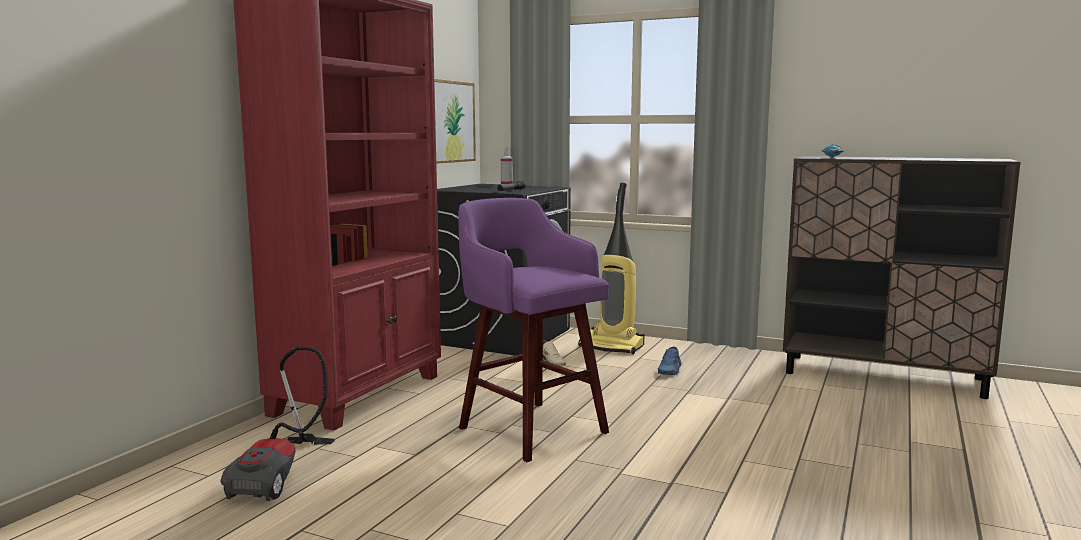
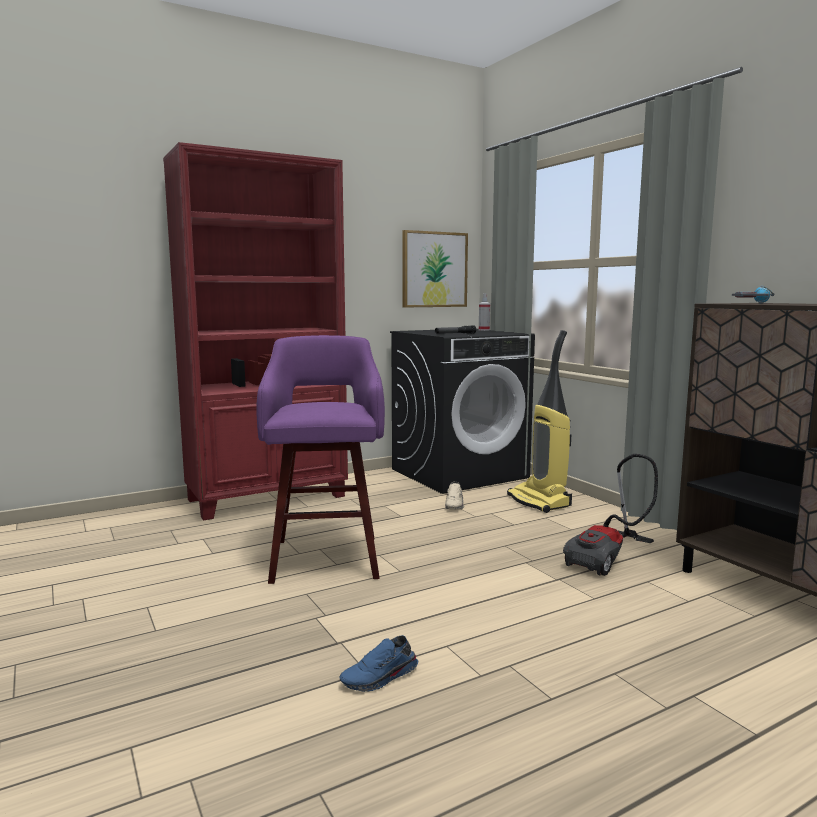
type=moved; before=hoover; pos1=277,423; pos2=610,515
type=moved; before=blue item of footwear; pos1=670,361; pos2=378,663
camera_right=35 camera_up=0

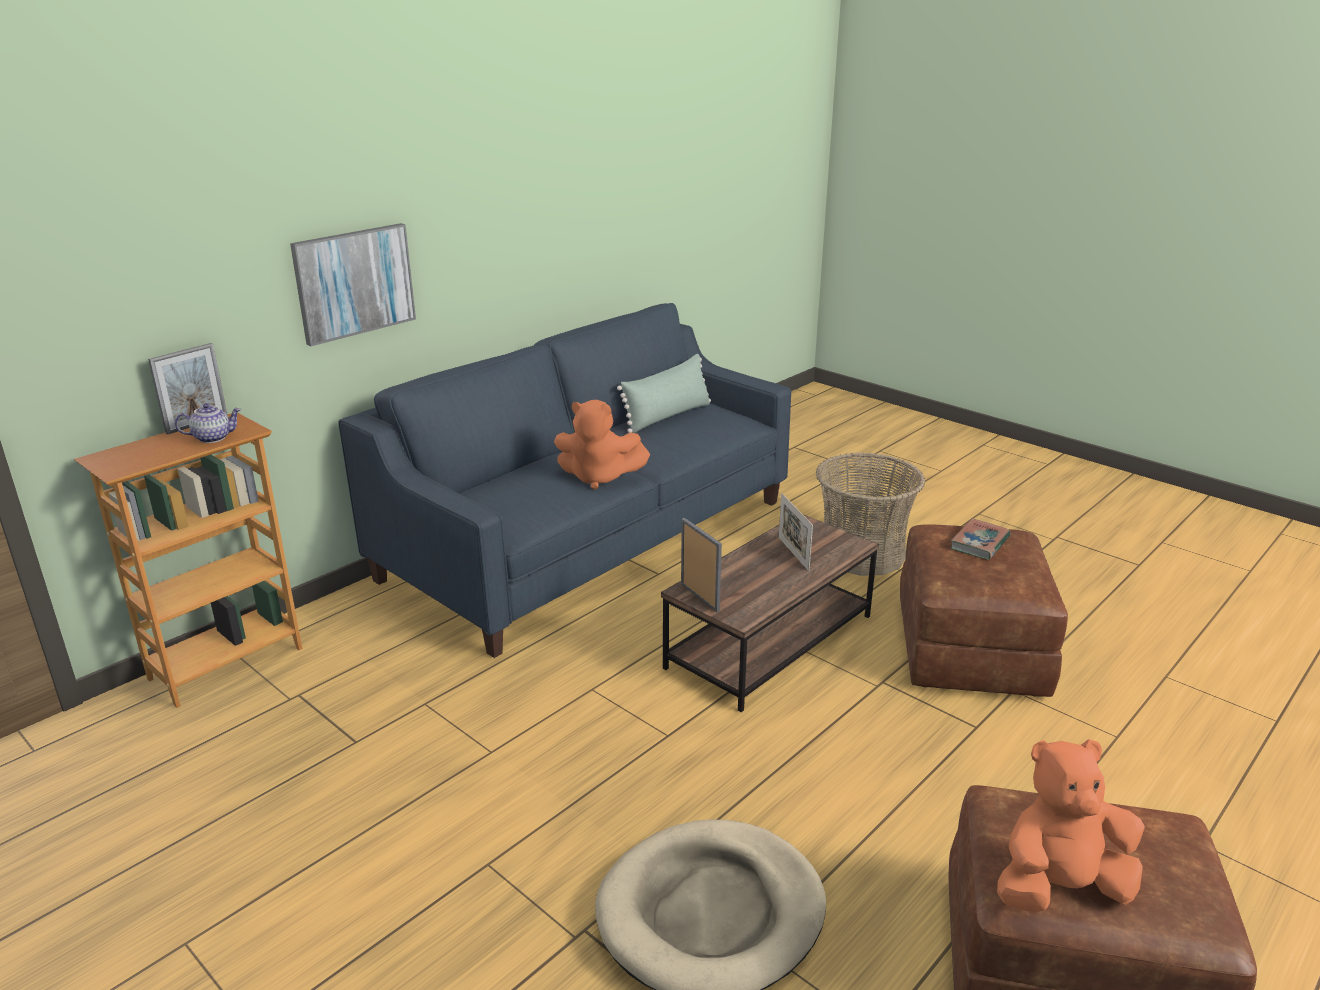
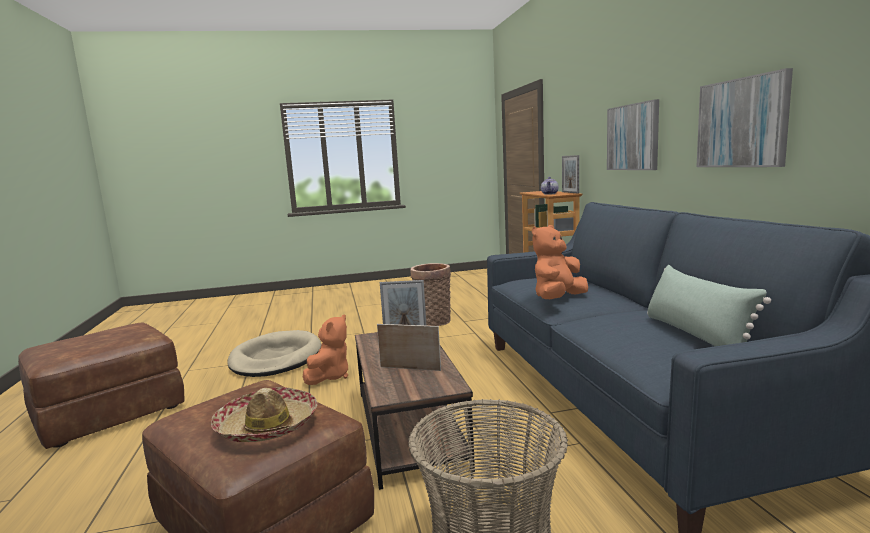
type=replaced; before=book; after=clothing hat; pos1=980,539; pos2=264,414
type=moved; before=orange-coloured cuddly toy; pos1=1071,826; pos2=325,350
type=added; after=storage basket; pos2=430,294
type=added; after=wall picture; pos2=744,117
camera_right=125 camera_up=-15

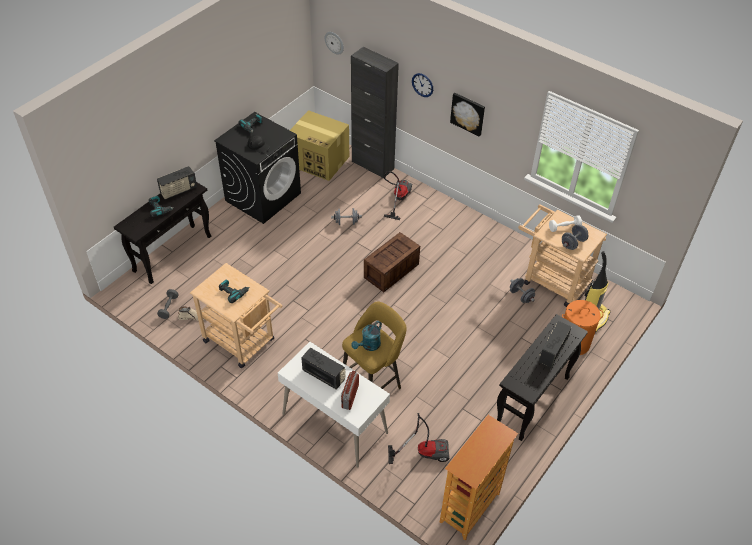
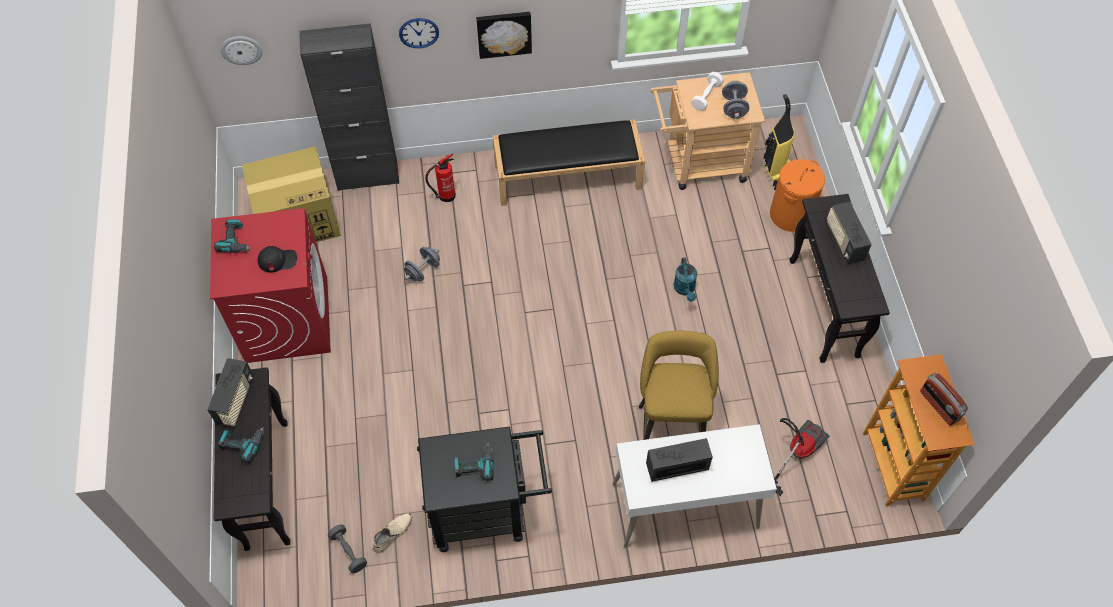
type=recoloured; before=beige wheeled cart; after=blackish wheeled cart; pos1=236,315; pos2=484,489
type=recoloured; before=blackish laundry machine; after=red-coloured laundry machine; pos1=257,168; pos2=270,285
type=moved; before=radio set; pos1=350,390; pos2=944,399
type=moved; before=turquoise-coloured watering can; pos1=366,336; pos2=685,279
type=removed; before=packing crate; pos1=392,262
type=replaced; before=hoover; after=fire extinguisher; pos1=398,195; pos2=440,178
type=removed; before=grey hand weight; pos1=522,290
type=added; after=blackish indoor bench; pos2=569,162
camera_right=-45 camera_up=10

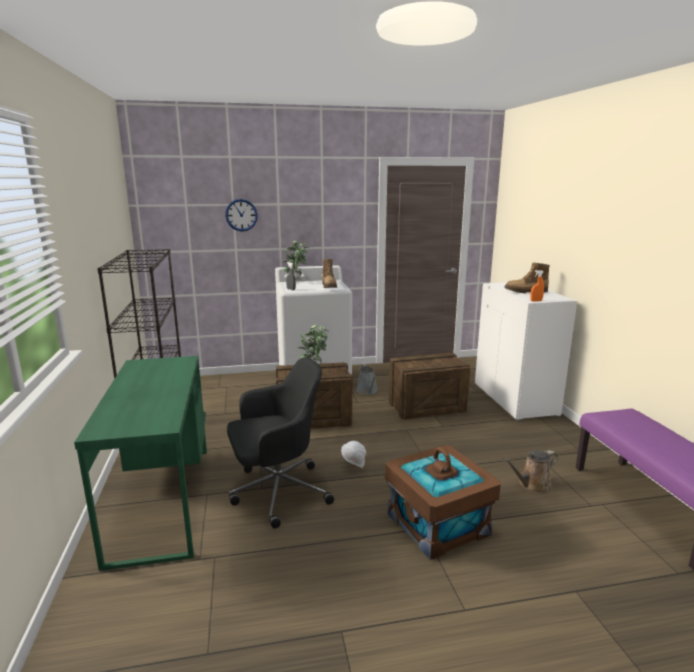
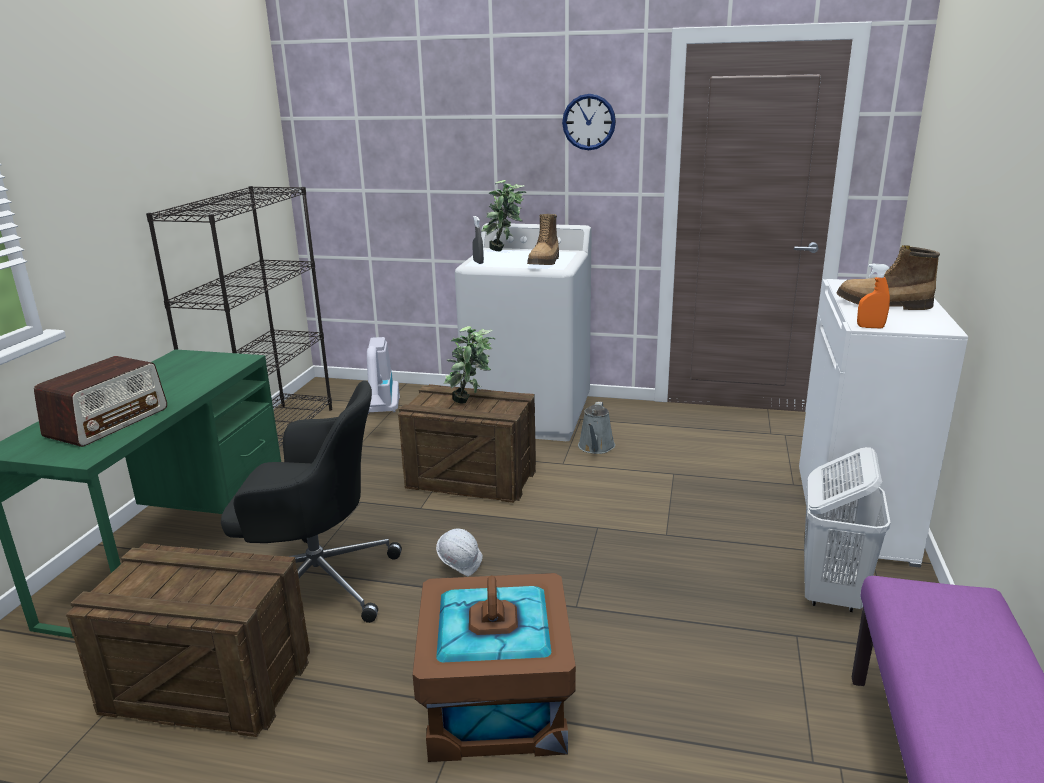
type=moved; before=hanging clock; pos1=241,215; pos2=589,122
type=moved; before=packing crate; pos1=429,386; pos2=188,640
type=removed; before=brown watering can; pos1=530,471
type=added; after=radio set; pos2=100,401
type=added; after=hoover; pos2=383,375
type=added; after=white-coloured laundry basket; pos2=847,529
camera_right=25 camera_up=5

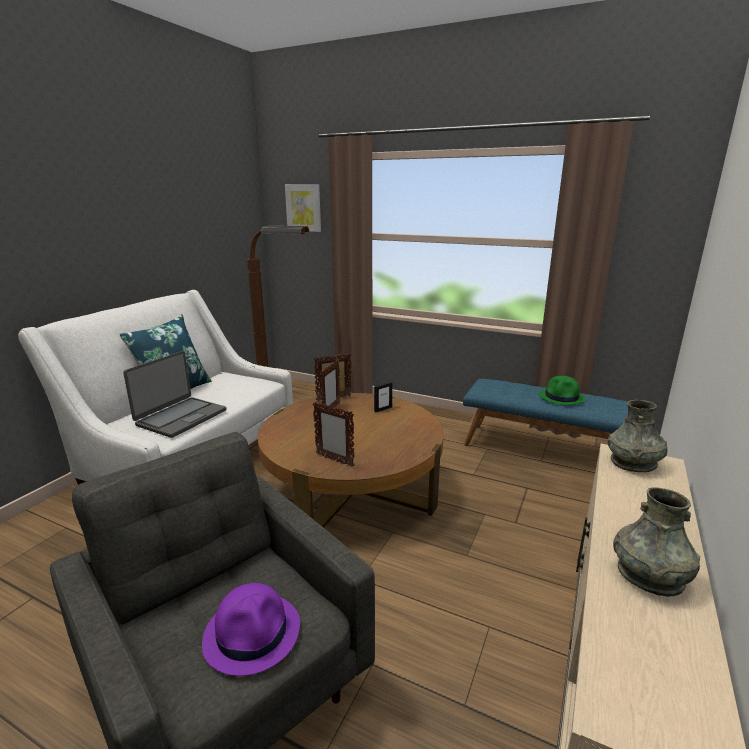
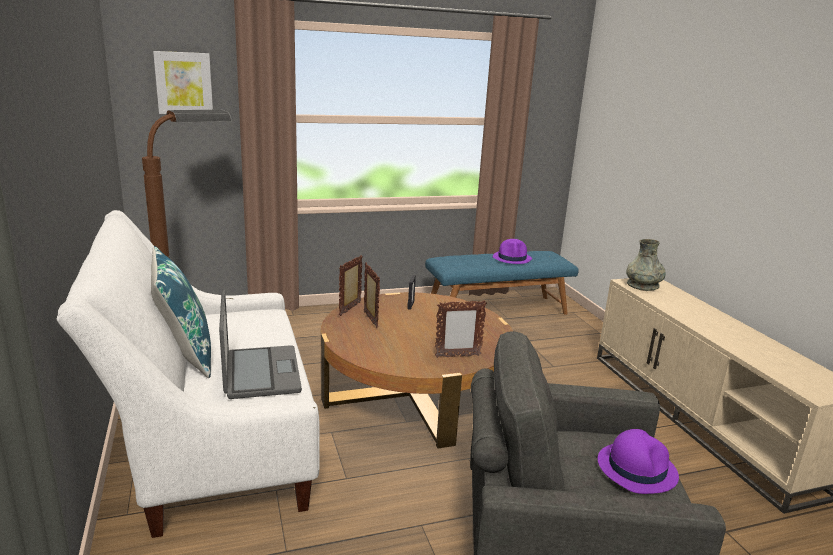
type=recoloured; before=green clothing hat; after=purplish clothing hat; pos1=562,390; pos2=512,251
type=removed; before=grey decorative vase; pos1=656,541
camera_right=-45 camera_up=0

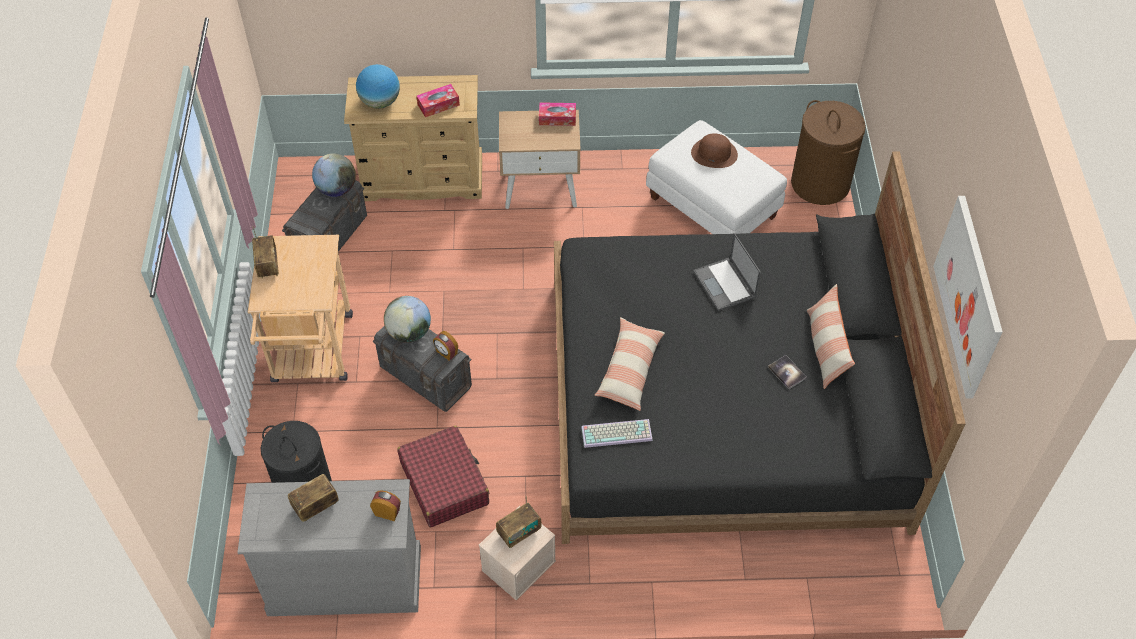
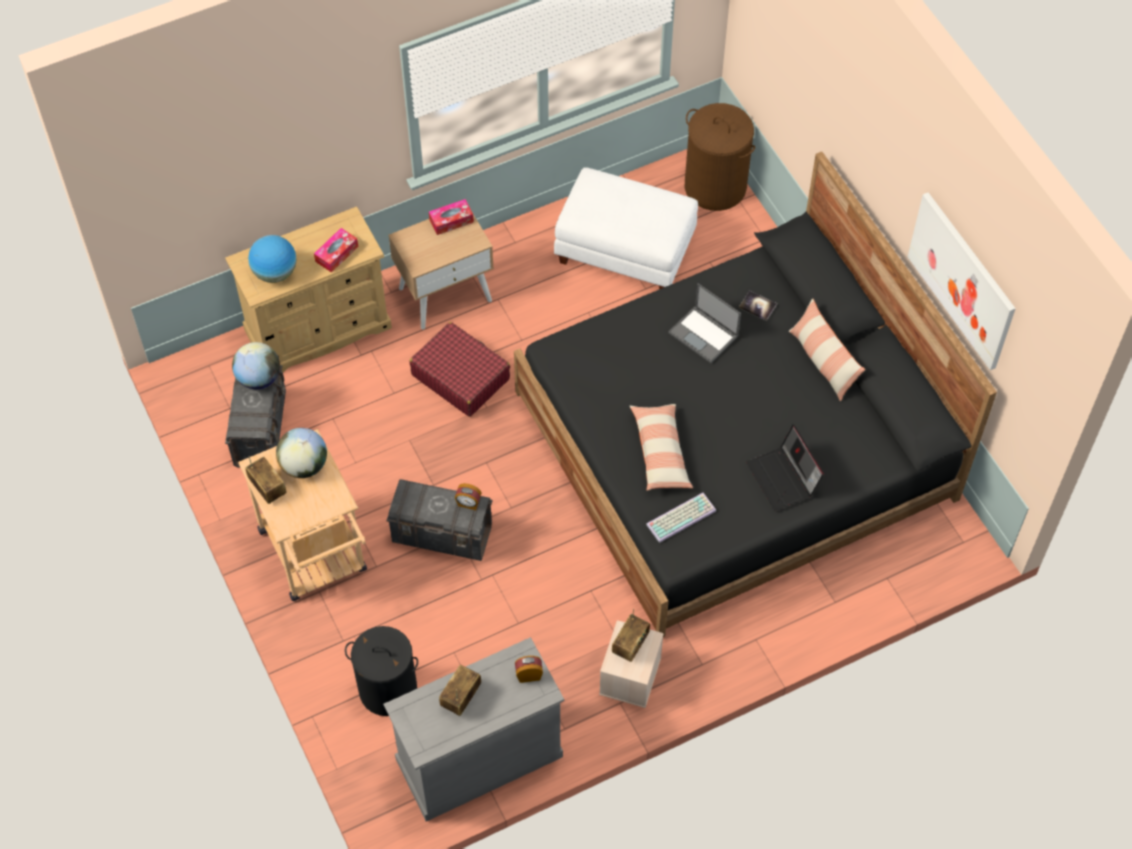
type=moved; before=globe; pos1=407,319; pos2=301,453
type=moved; before=red-coloured piece of luggage; pos1=443,476; pos2=460,369
type=removed; before=brown clothing hat; pos1=714,150
type=moved; before=book; pos1=787,372; pos2=758,306
type=added; after=notebook computer; pos2=785,468
camera_right=-25 camera_up=5

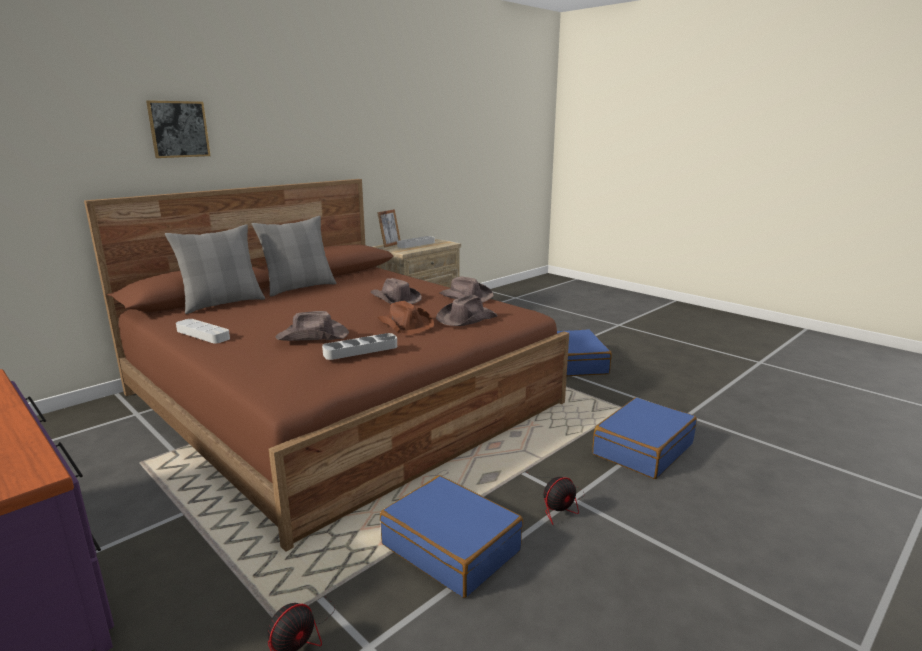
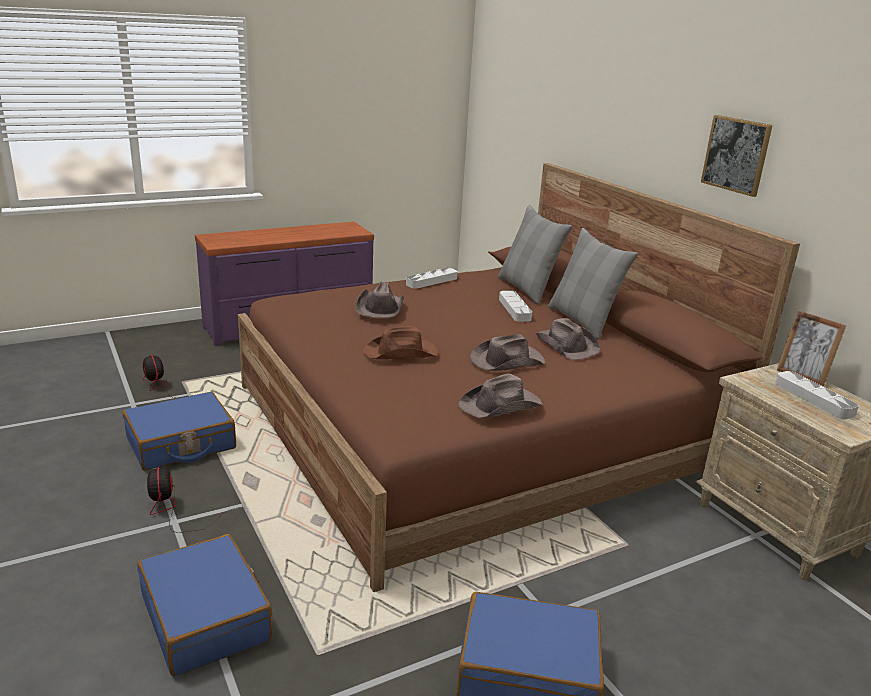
type=moved; before=wall picture; pos1=178,129; pos2=737,156
type=moved; before=grey tray; pos1=359,346; pos2=515,306
type=moved; before=brown clothing hat; pos1=467,310; pos2=568,339
camera_right=105 camera_up=5

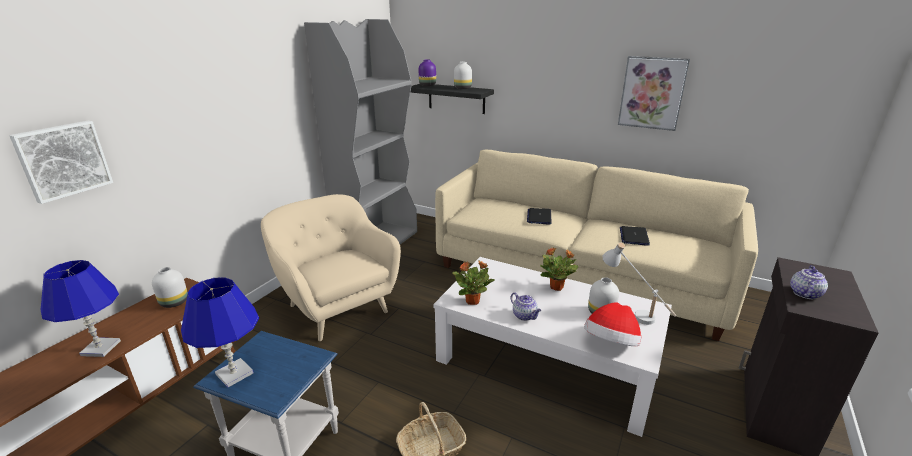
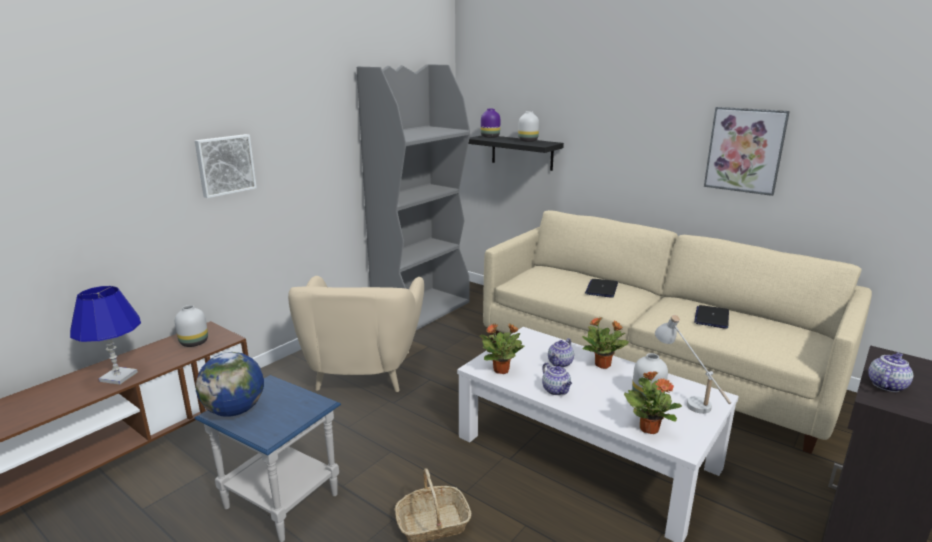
type=moved; before=wall picture; pos1=61,162; pos2=226,166
type=replaced; before=blue tabletop lamp; after=globe; pos1=220,332; pos2=230,384
type=turned; before=beige easy chair; pos1=331,267; pos2=356,334; turn=-150
type=replaced; before=clothing hat; after=potted plant; pos1=612,324; pos2=653,402
type=added; after=pot for tea; pos2=561,353
camera_right=10 camera_up=-5

